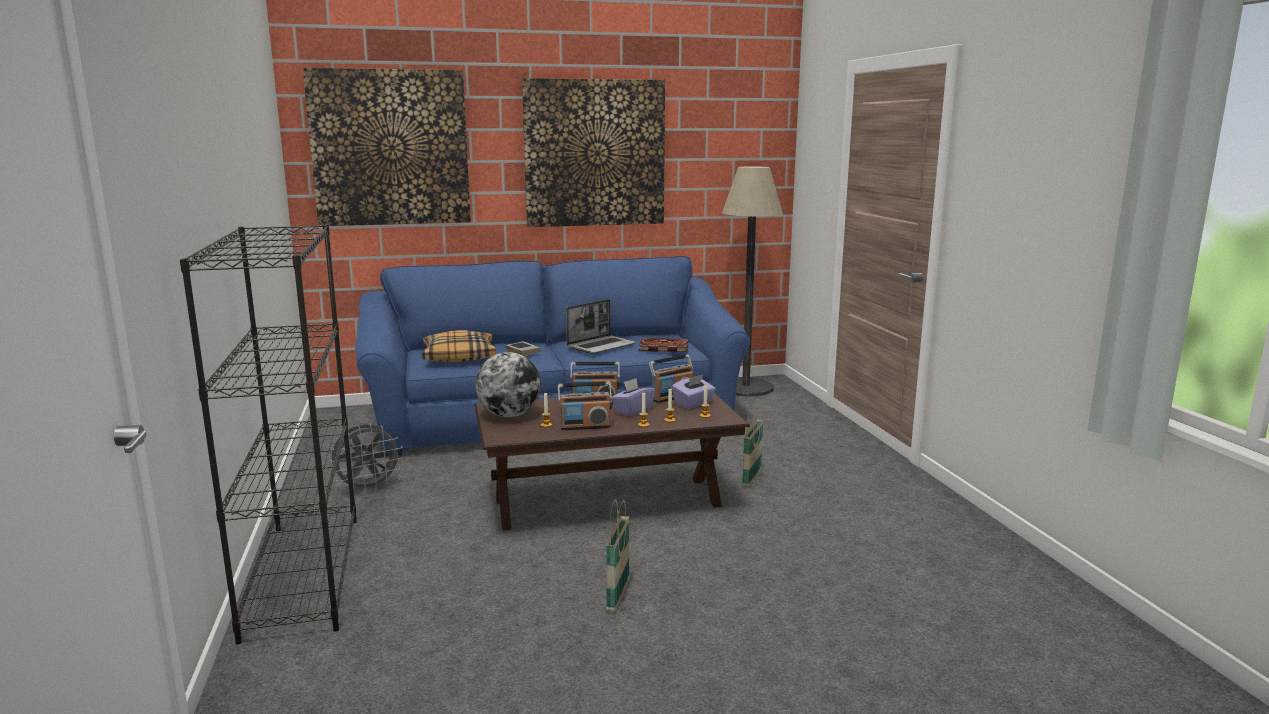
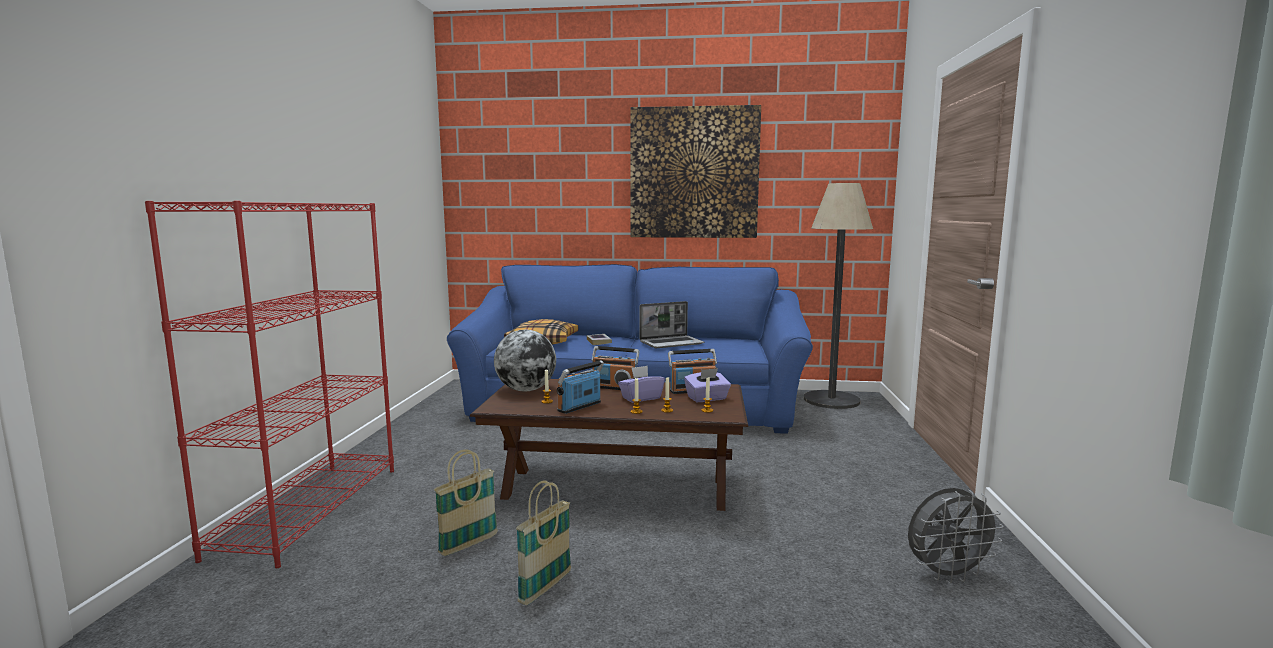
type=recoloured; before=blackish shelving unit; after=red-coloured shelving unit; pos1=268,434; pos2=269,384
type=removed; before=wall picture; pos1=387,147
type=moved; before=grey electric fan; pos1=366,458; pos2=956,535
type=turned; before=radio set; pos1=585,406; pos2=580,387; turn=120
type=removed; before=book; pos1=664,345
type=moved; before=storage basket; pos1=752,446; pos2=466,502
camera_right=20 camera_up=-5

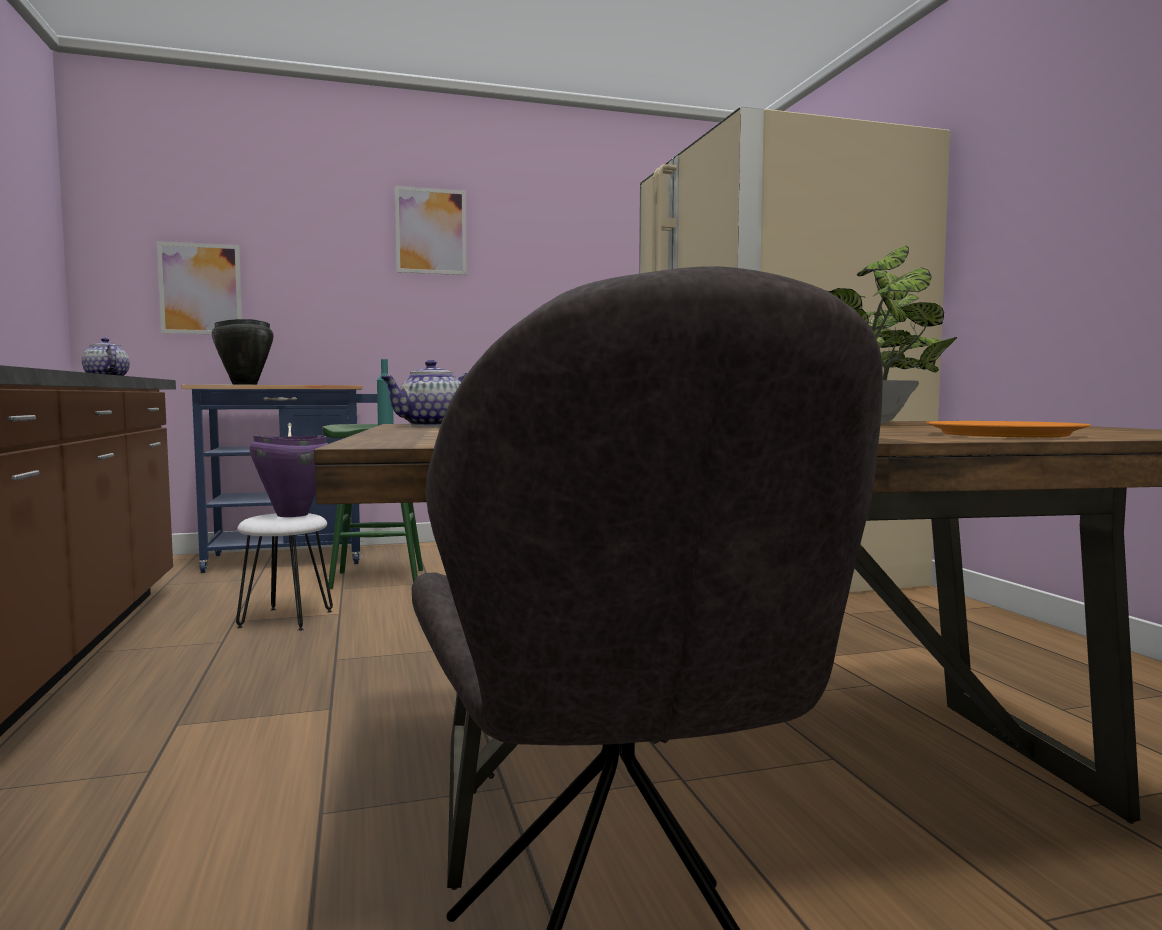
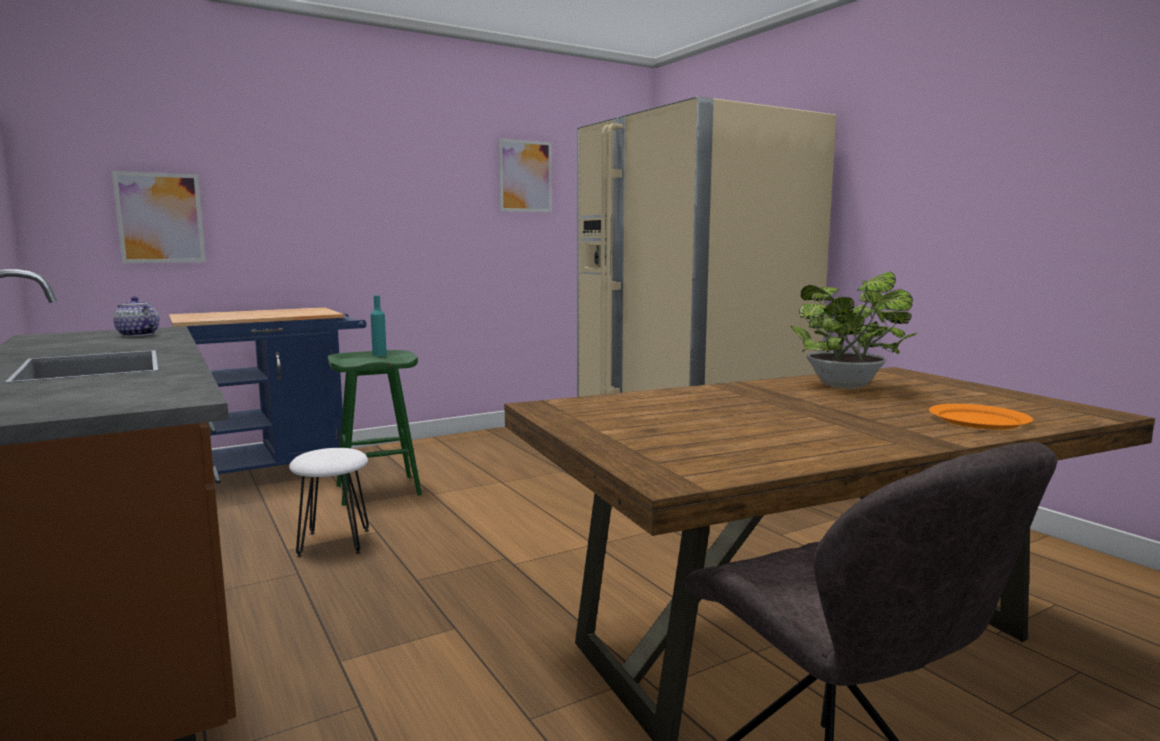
type=removed; before=blackish cooking pot; pos1=243,352
type=removed; before=purplish cooking pot; pos1=289,476
type=removed; before=pot for tea; pos1=424,393
type=moved; before=wall picture; pos1=431,230; pos2=525,175
camera_right=-15 camera_up=5

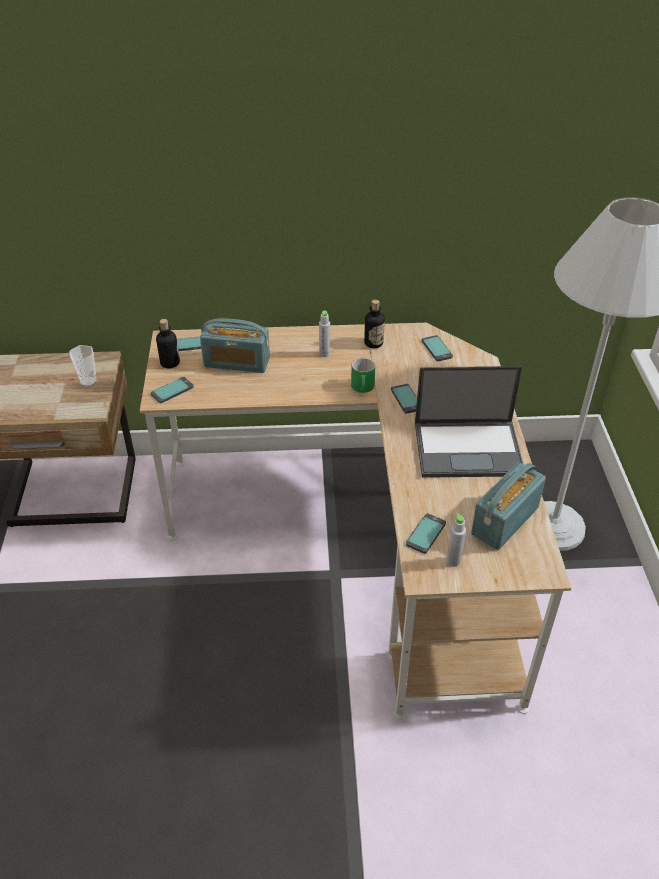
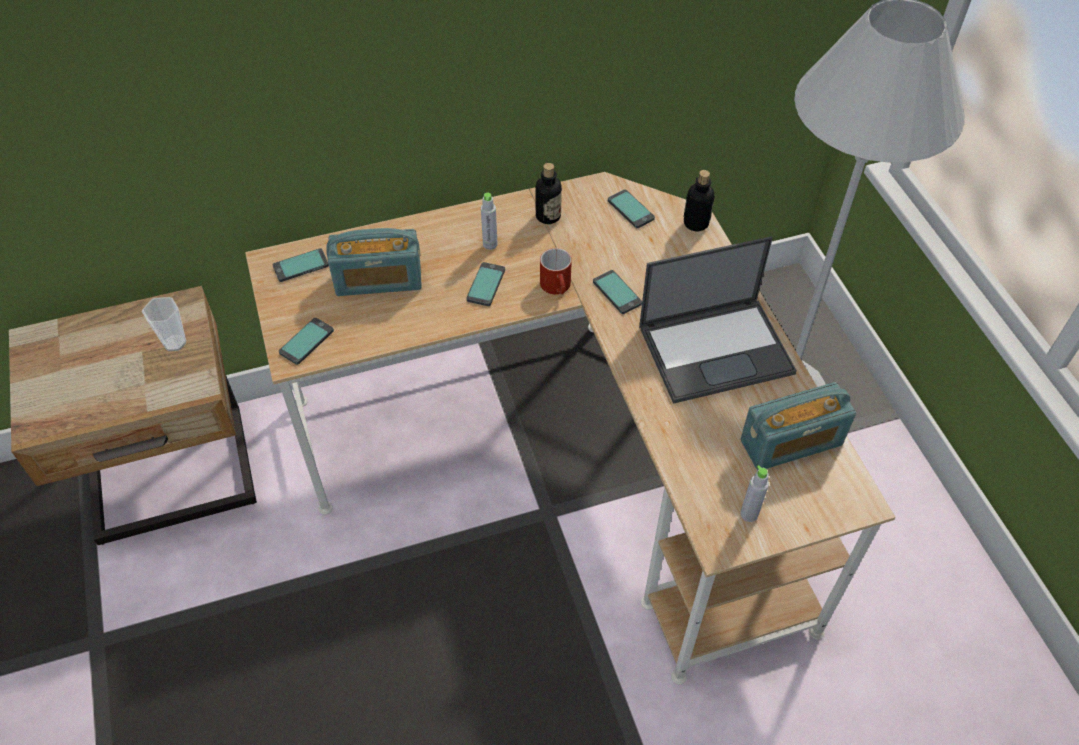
type=moved; before=drink bottle; pos1=168,344; pos2=699,200
type=recoloured; before=green tea mug; after=red-coloured tea mug; pos1=363,375; pos2=556,271
type=moved; before=handset; pos1=426,533; pos2=486,284
type=turned; before=radio set; pos1=508,506; pos2=798,426; turn=-135
camera_right=-15 camera_up=10

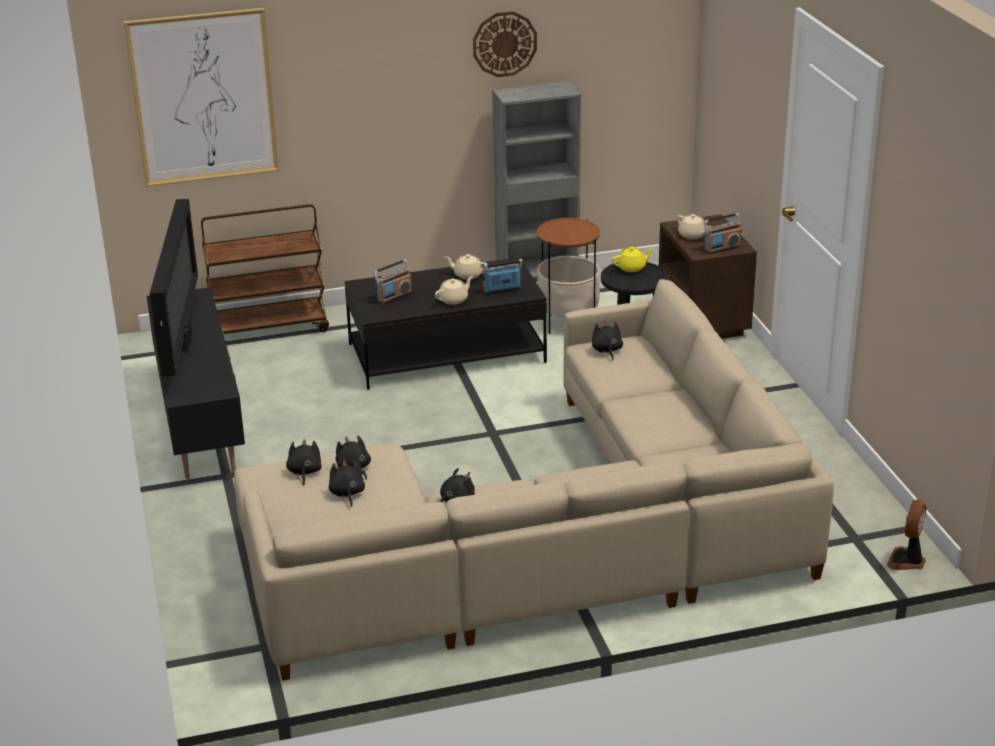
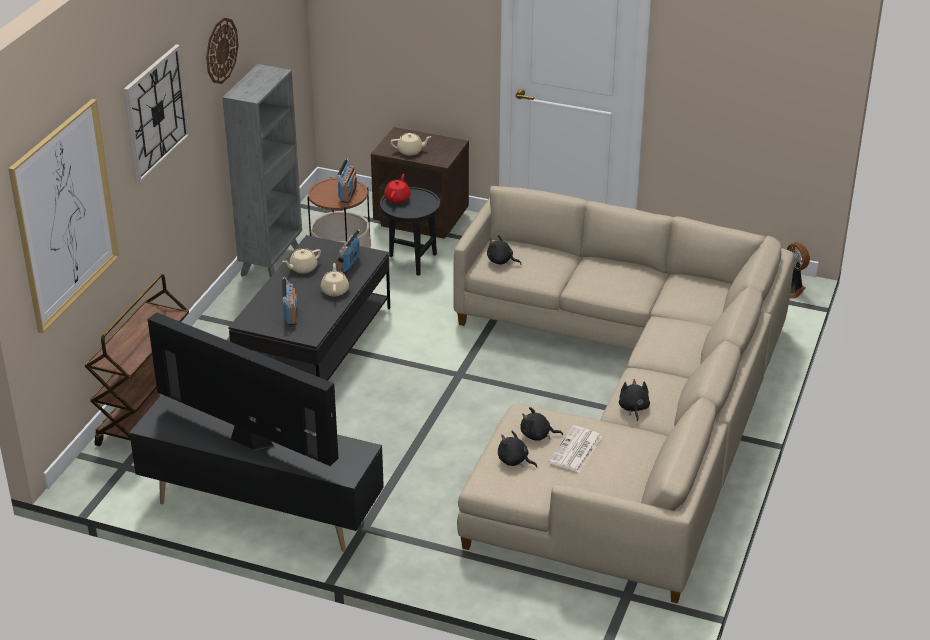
type=replaced; before=blackish cuddly toy; after=printed paper; pos1=347,483; pos2=575,449
type=recoloured; before=yellowish pot for tea; after=red-coloured pot for tea; pos1=632,259; pos2=397,188
type=moved; before=radio set; pos1=722,233; pos2=347,180
type=added; after=hanging clock; pos2=157,114
camera_right=-55 camera_up=5

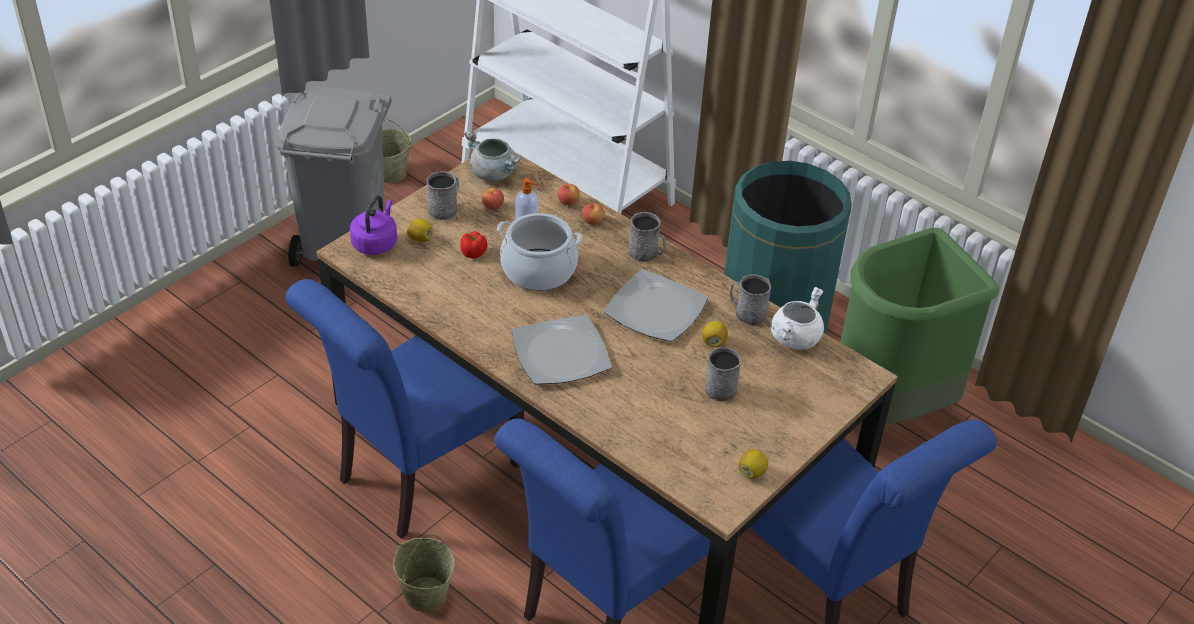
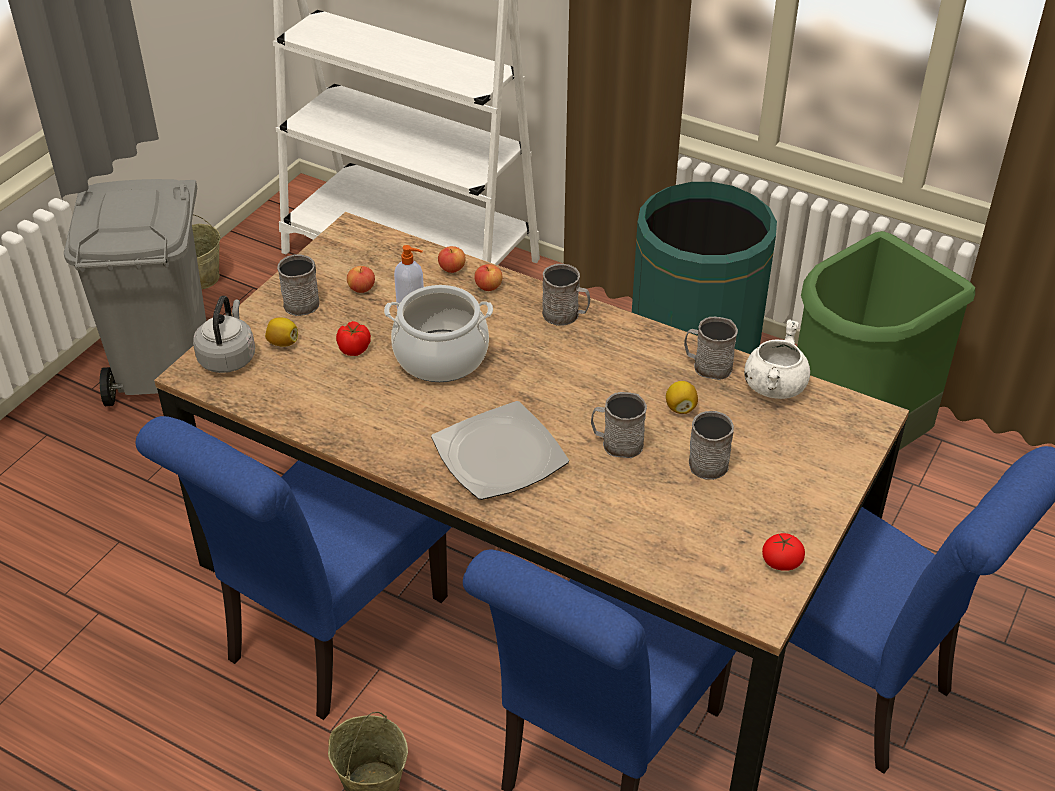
type=recoloured; before=purplish water kettle; after=grey water kettle; pos1=373,225; pos2=224,334
type=removed; before=grey cooking pot; pos1=493,156
type=removed; before=dinner plate; pos1=656,305
type=replaced; before=whole lemon; after=whole tomato; pos1=753,464; pos2=783,552
type=added; after=grey tea mug; pos2=619,425
camera_right=-10 camera_up=0

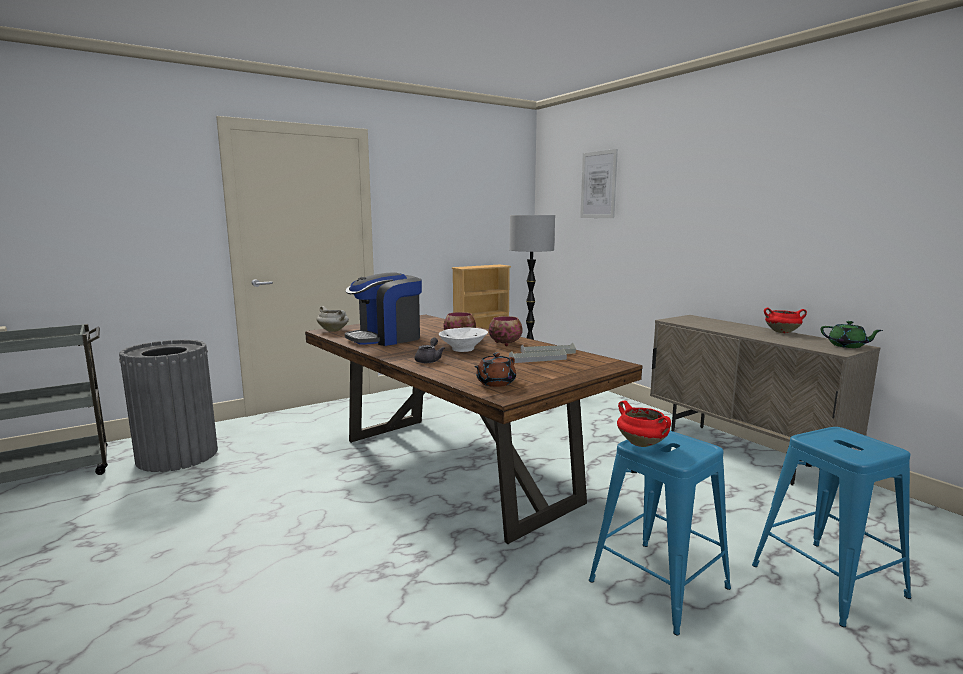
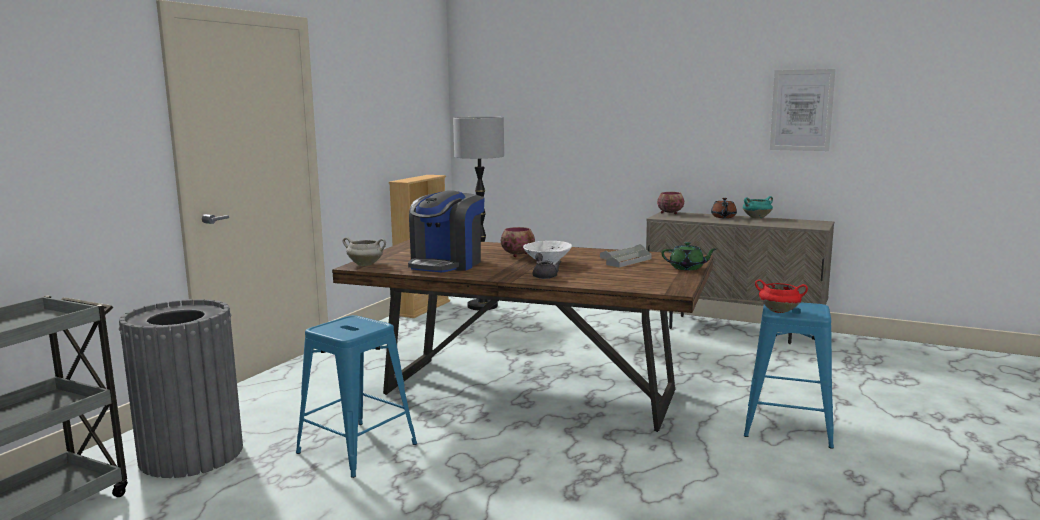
type=moved; before=brown pot for tea; pos1=495,370; pos2=724,208
type=moved; before=bowl; pos1=506,331; pos2=670,203
type=moved; before=wall picture; pos1=599,183; pos2=803,110
type=moved; before=blue sitting stool; pos1=831,527; pos2=356,396
type=recoloured; before=red-coloured cooking pot; after=turquoise-coloured cooking pot; pos1=785,320; pos2=758,207
type=moved; before=green pot for tea; pos1=852,334; pos2=688,256
camera_right=-30 camera_up=0

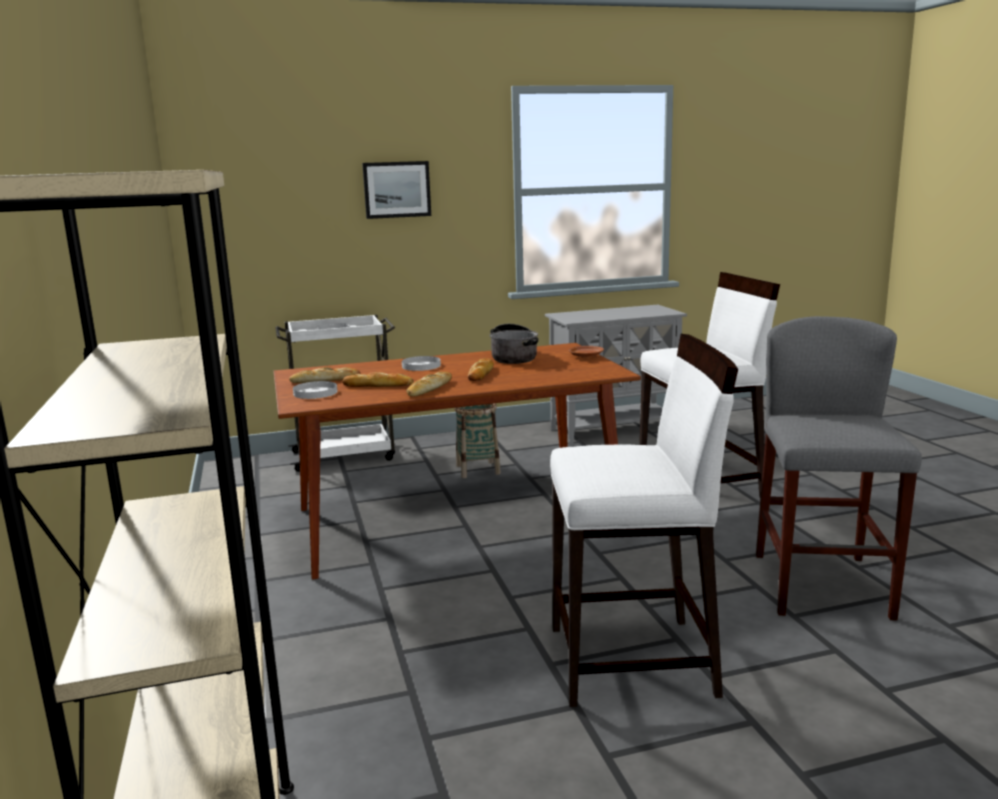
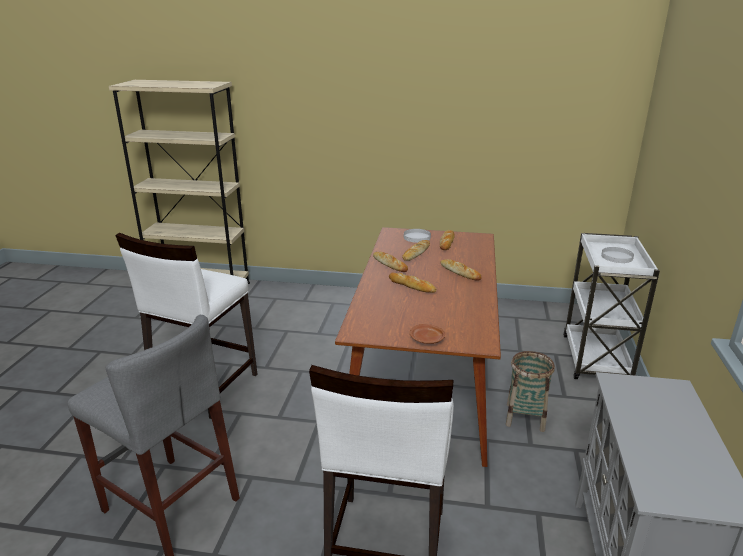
type=removed; before=wall picture; pos1=396,190
type=replaced; before=white-coloured dinner plate; after=bread; pos1=421,363; pos2=461,270
type=removed; before=cooking pot; pos1=514,344
camera_right=115 camera_up=10

